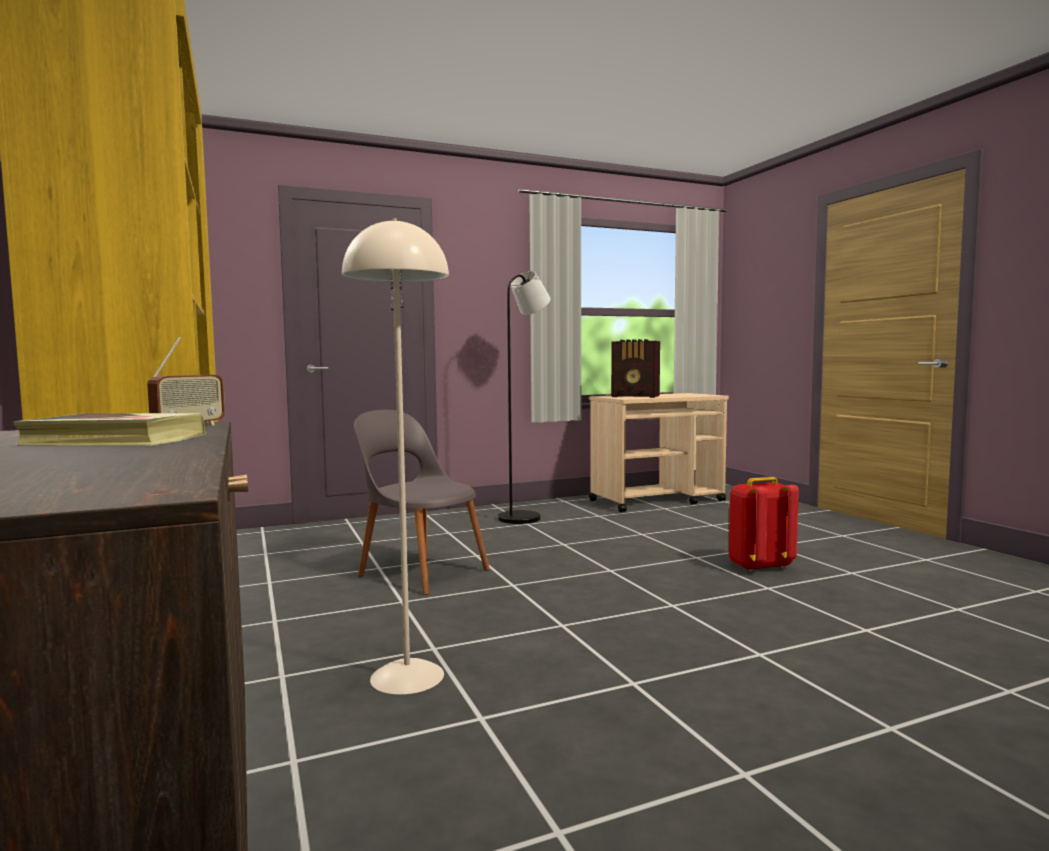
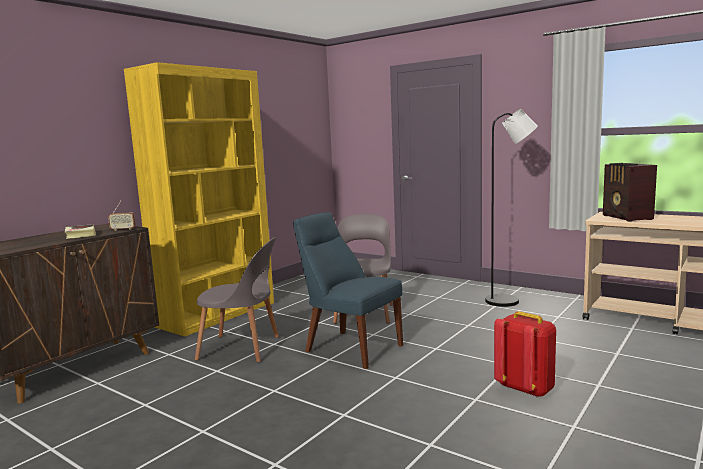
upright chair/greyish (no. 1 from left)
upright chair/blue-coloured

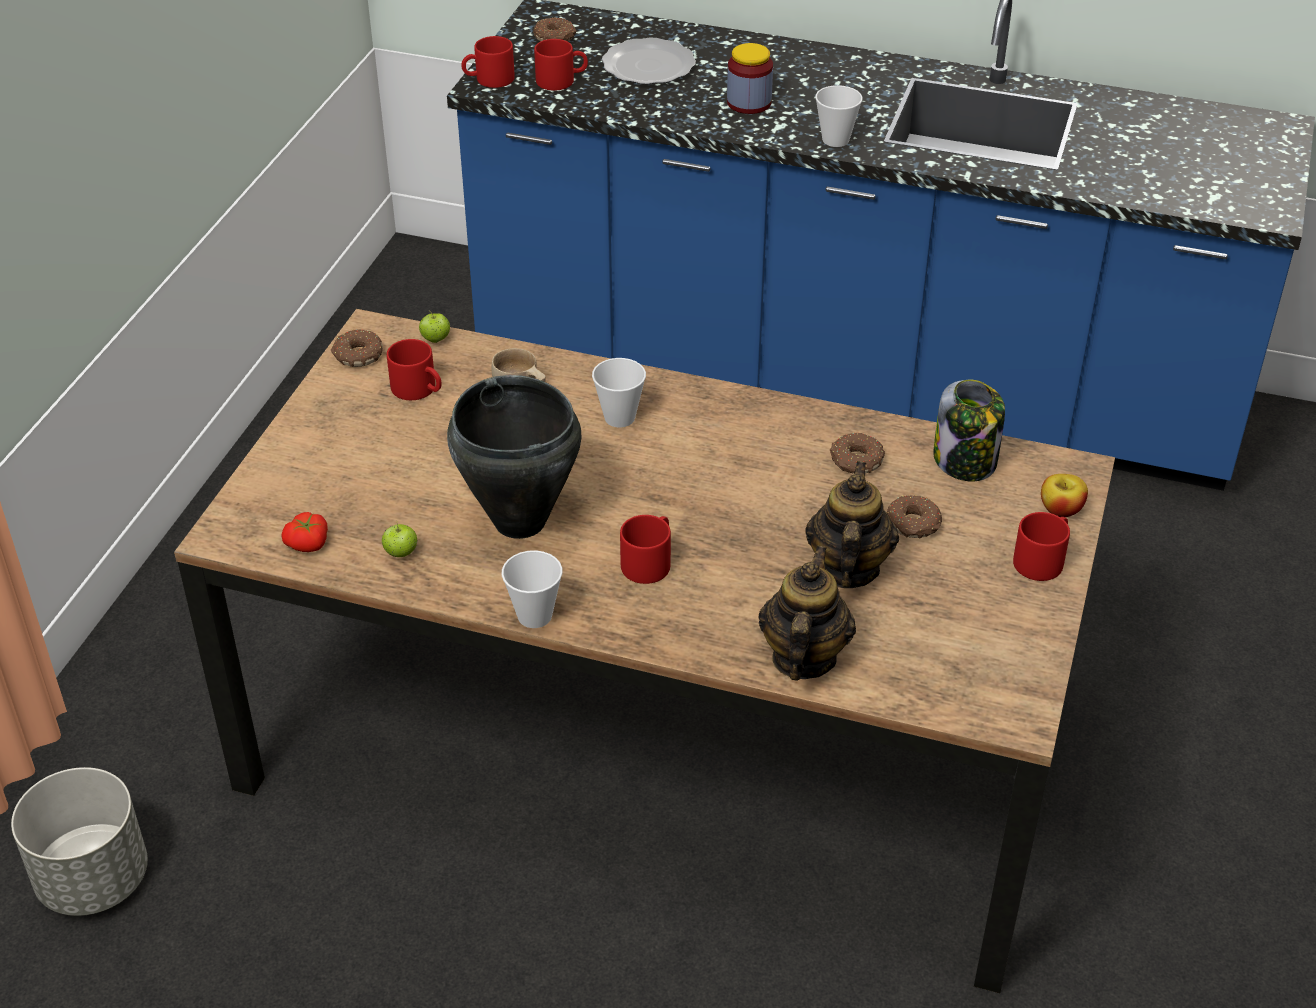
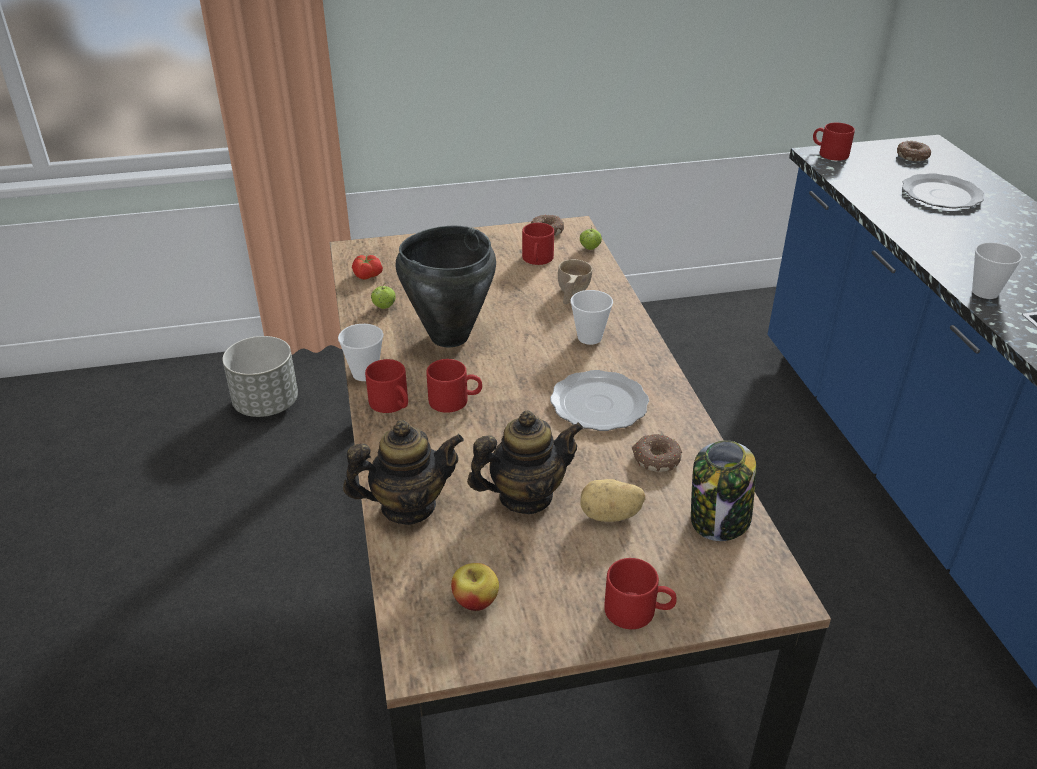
tea mug/reddish (no. 1 from left)
apple (no. 2 from left)
dinner plate (no. 1 from left)
whole potato
storage jar (no. 1 from left in the first image)

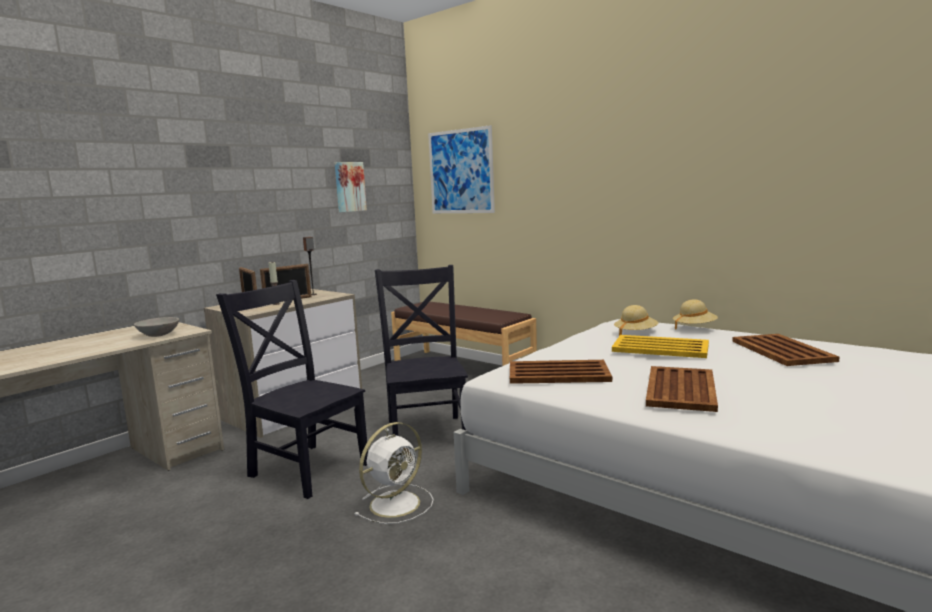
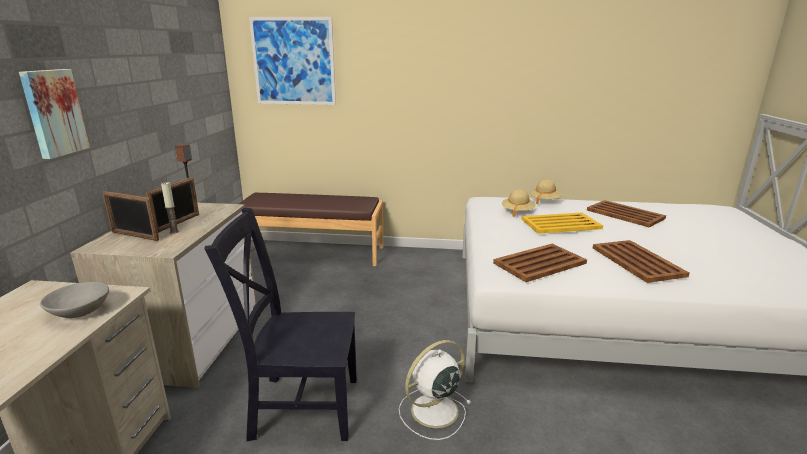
picture (no. 1 from left)
fan/white
upright chair/black-coloured (no. 2 from left in the first image)

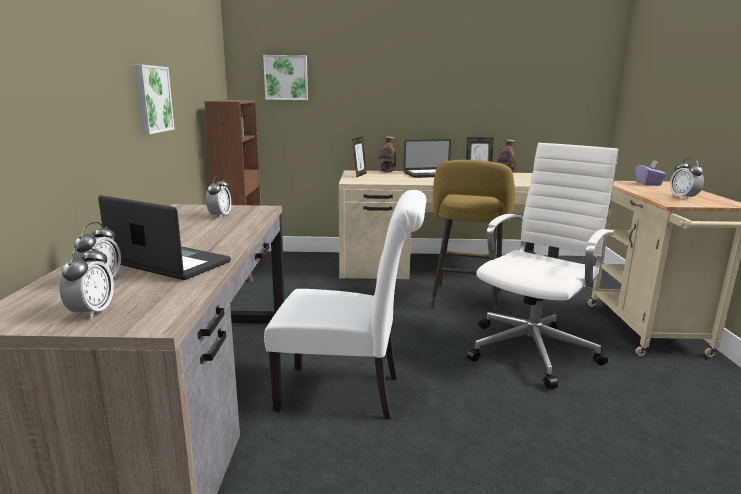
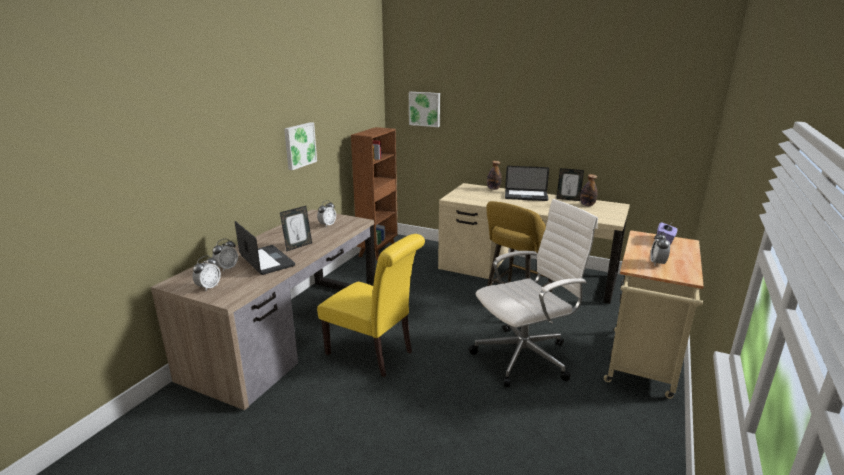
picture frame (no. 1 from left)
upright chair/yellow

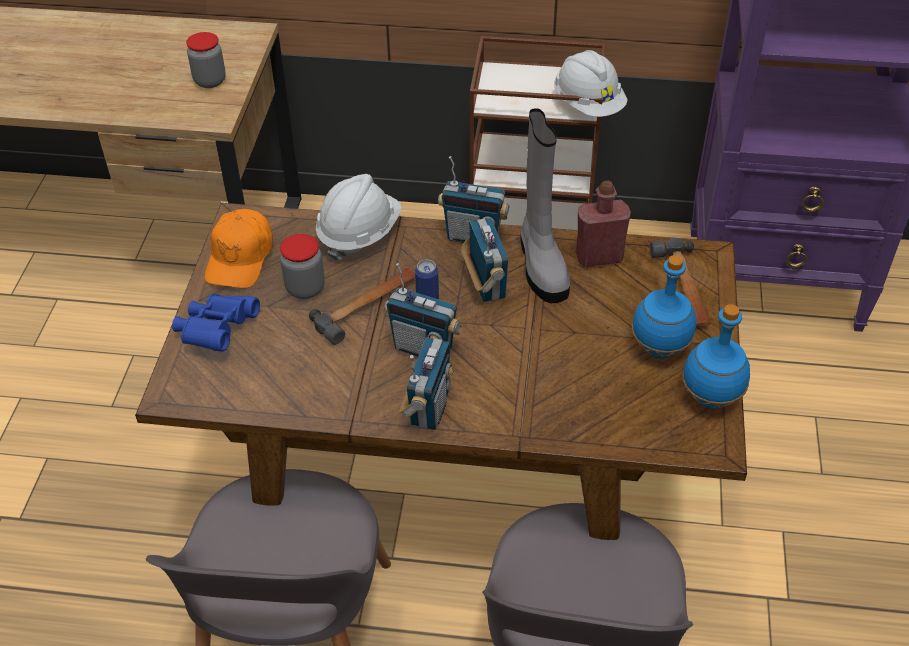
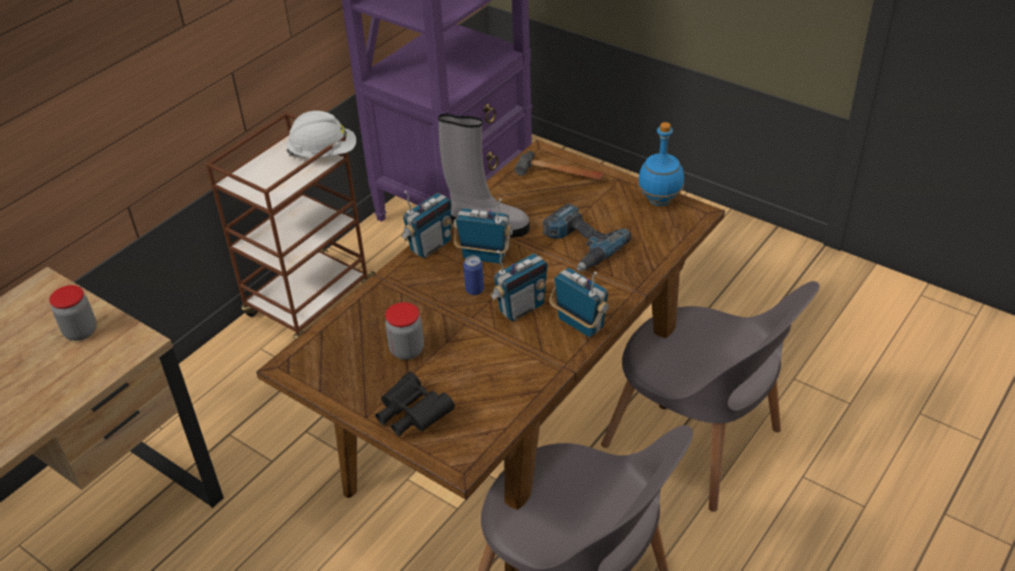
field glasses/black-coloured
electric drill
cap/orange
hand hammer (no. 1 from left in the first image)
safety helmet/white (no. 1 from left in the first image)
bottle/reddish
bottle/blue-coloured (no. 1 from left in the first image)

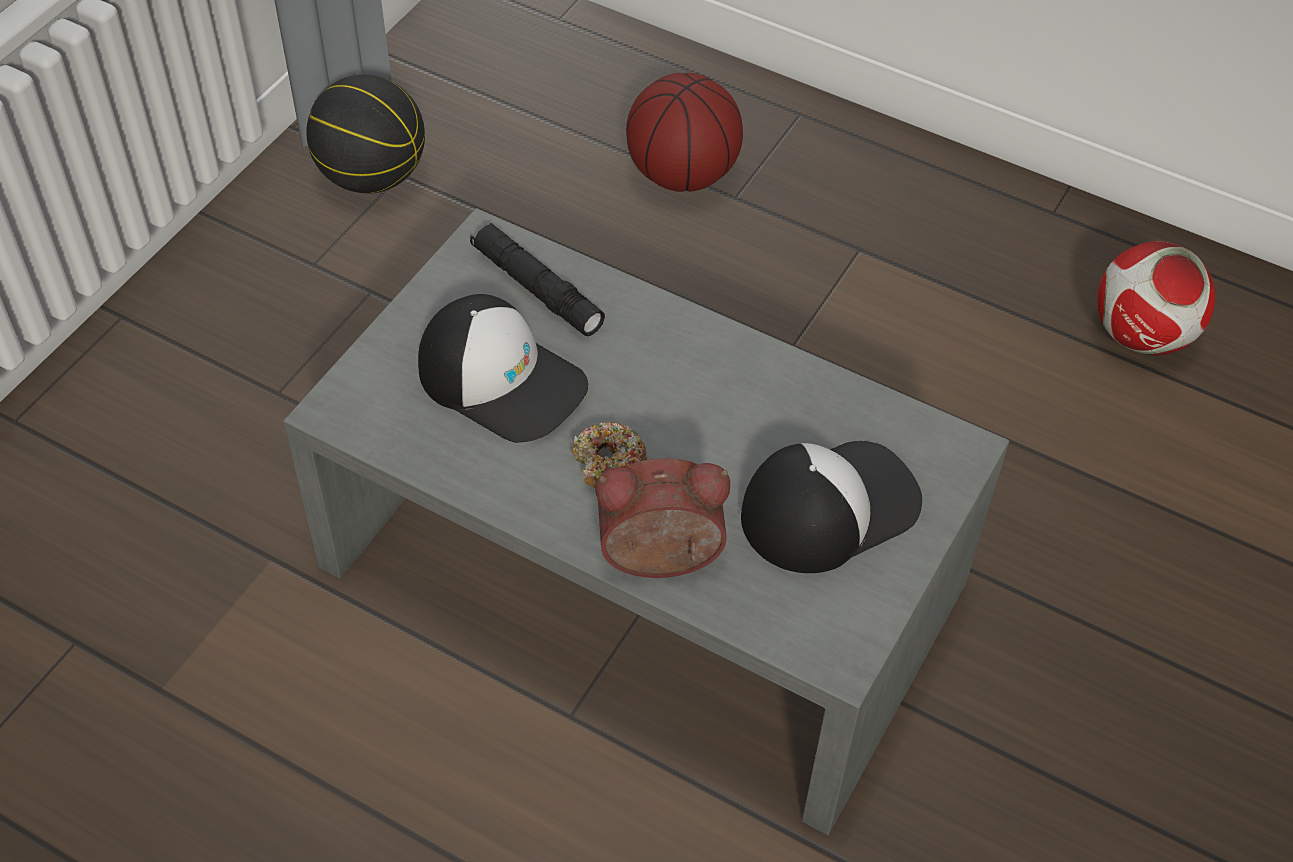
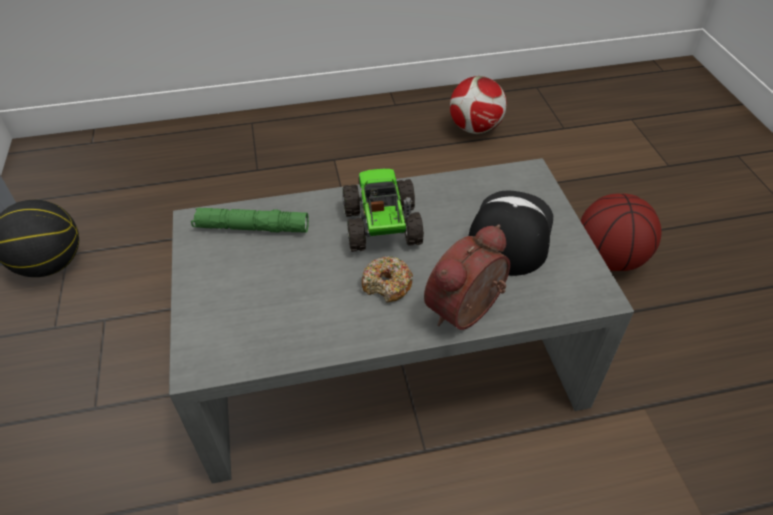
hand torch/green-coloured
toy truck
ball for basketball (no. 2 from left)
cap (no. 1 from left in the first image)

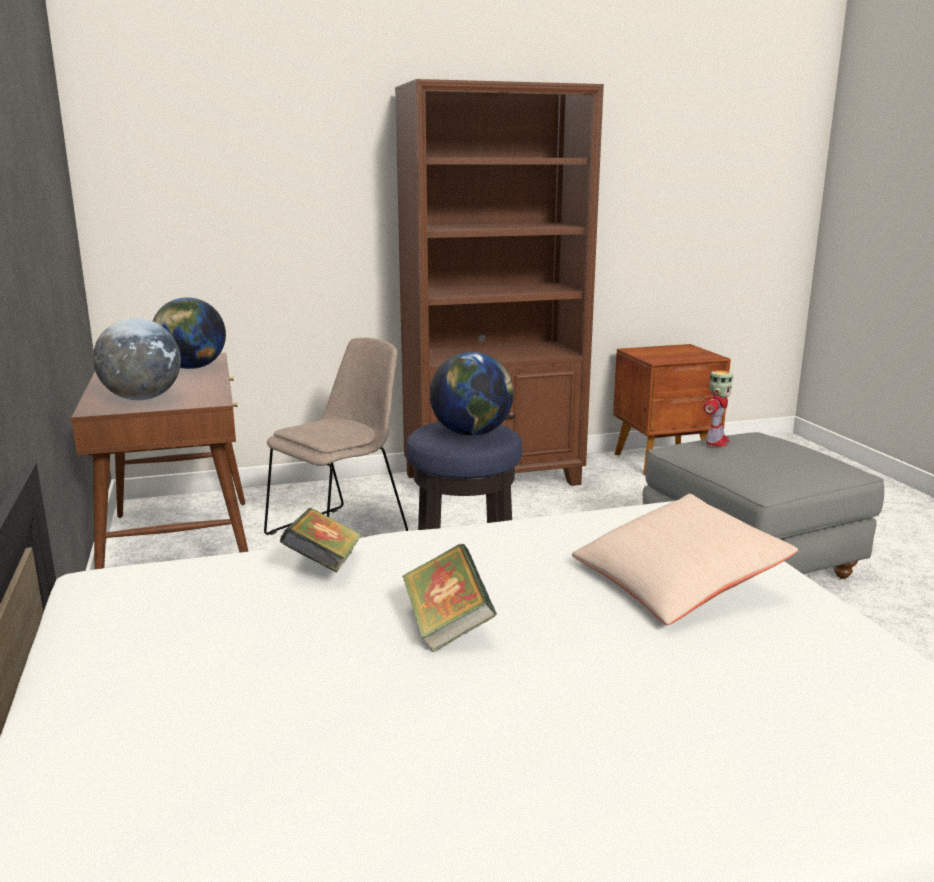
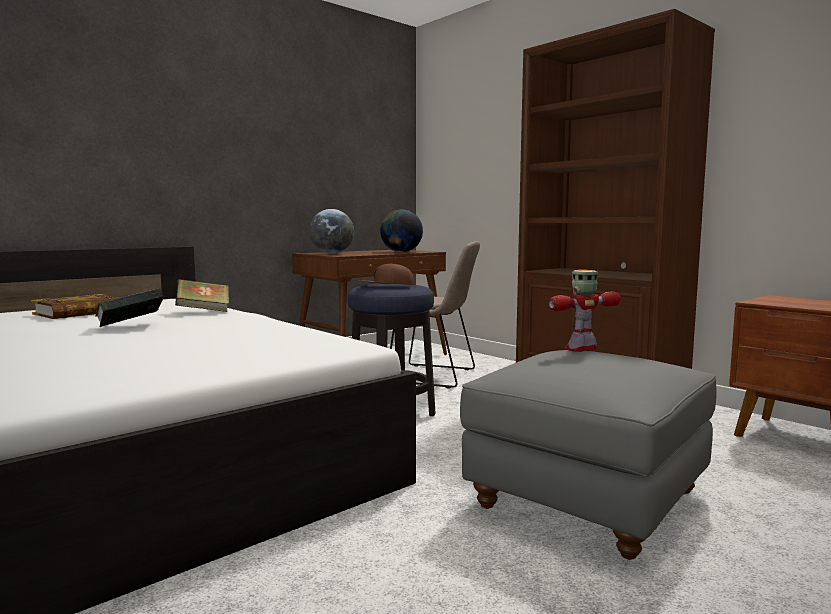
book (no. 1 from left)
cap/brownish
robot figure
cushion/beige-coloured

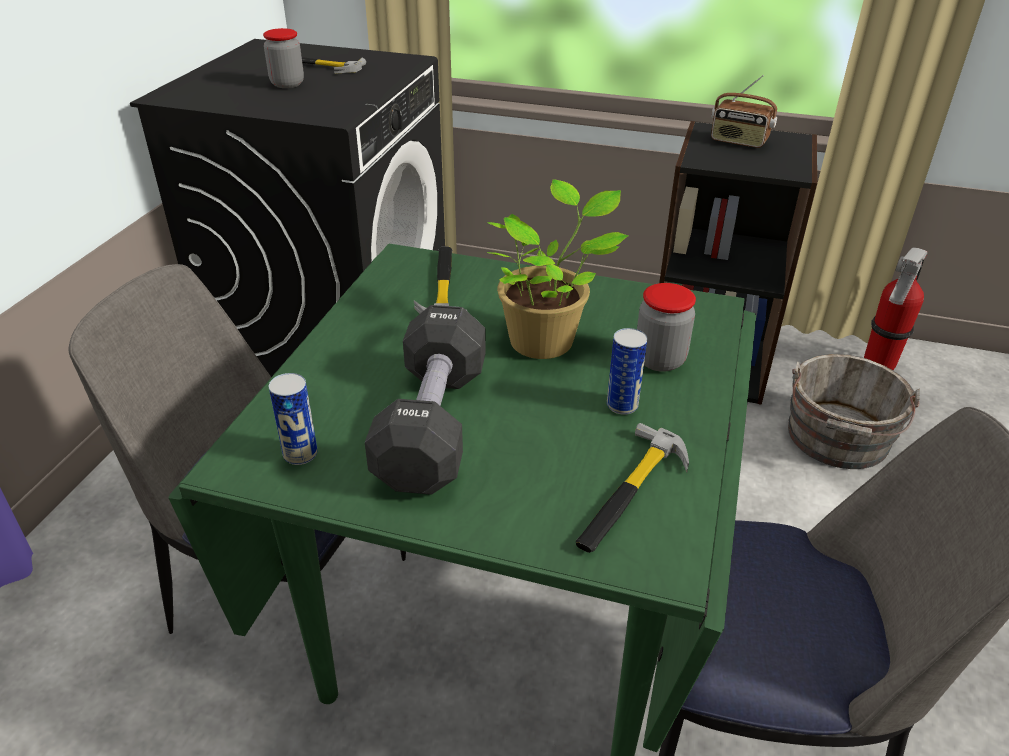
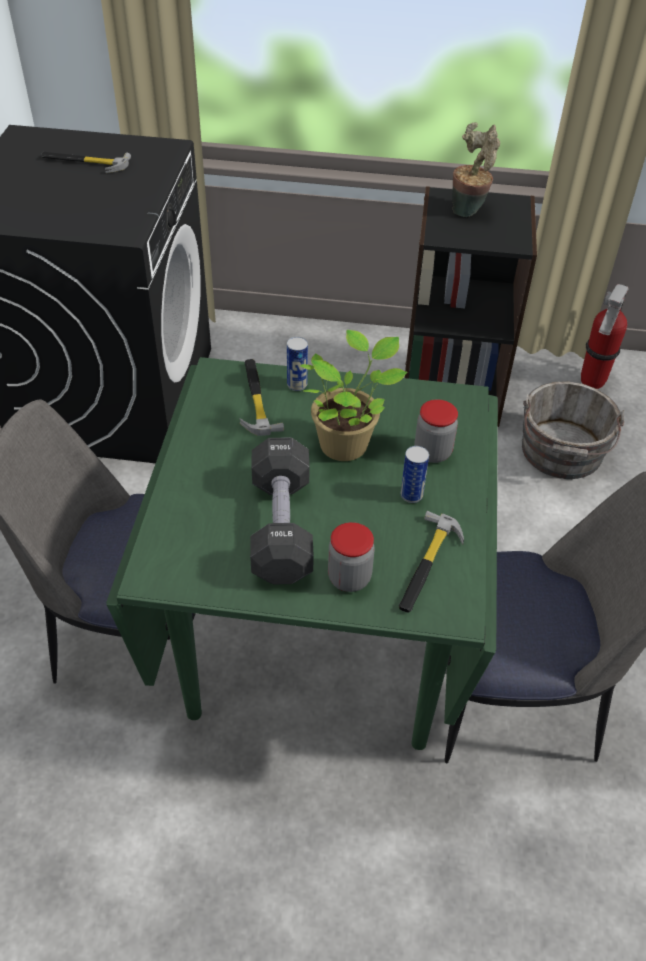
sealed can (no. 1 from left)
storage jar (no. 1 from left)
plant in a pot (no. 2 from left)

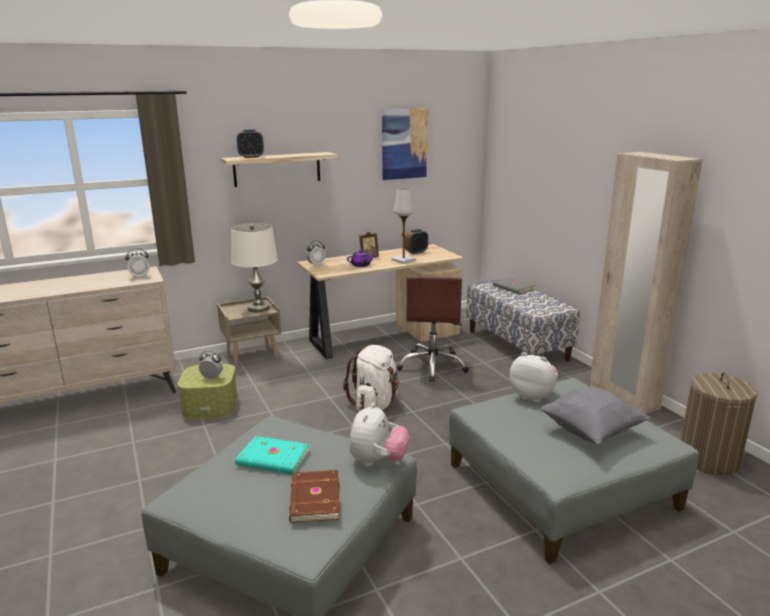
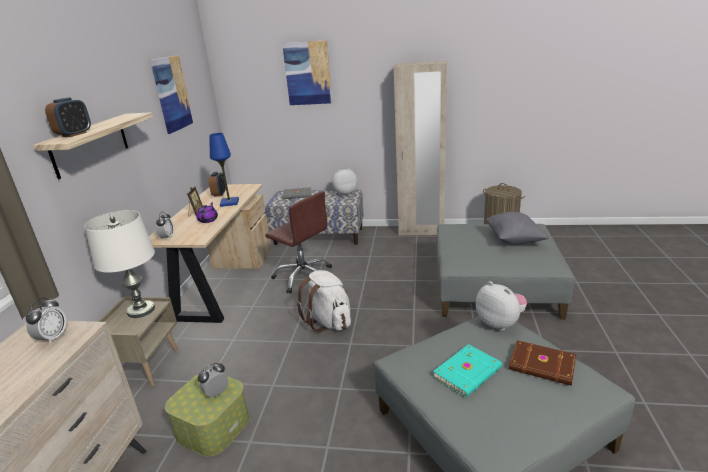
lamp for a table/blue-coloured
picture (no. 2 from left)
cuddly toy (no. 1 from left)

